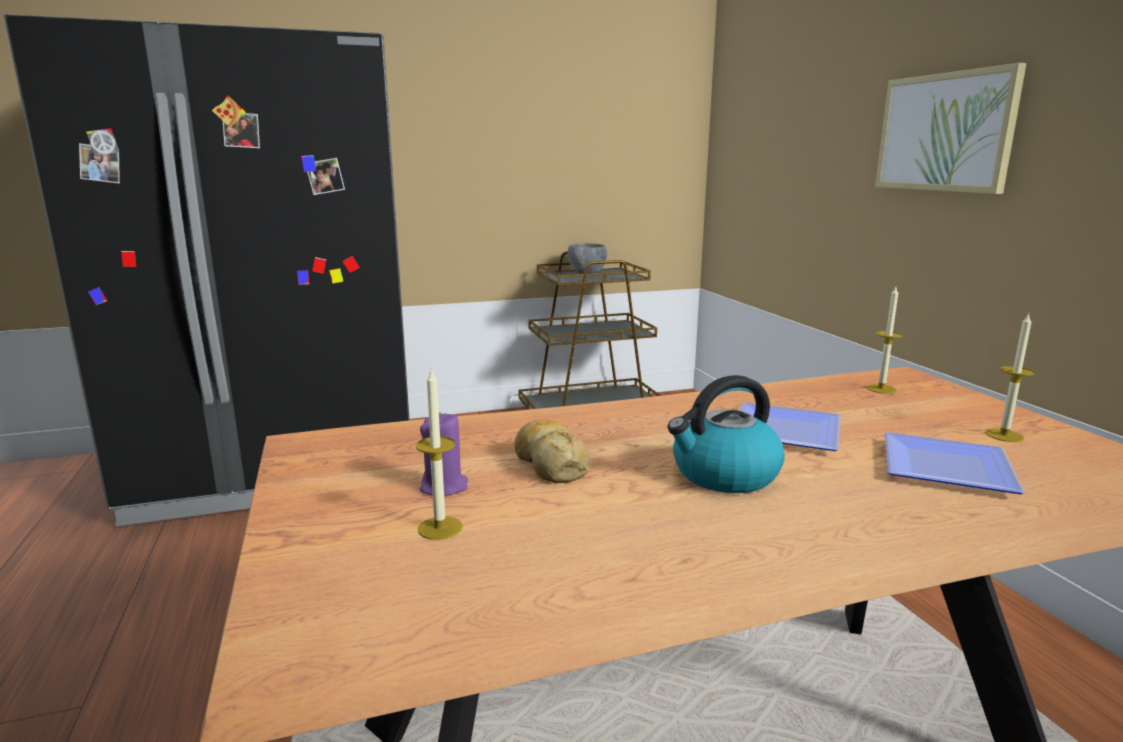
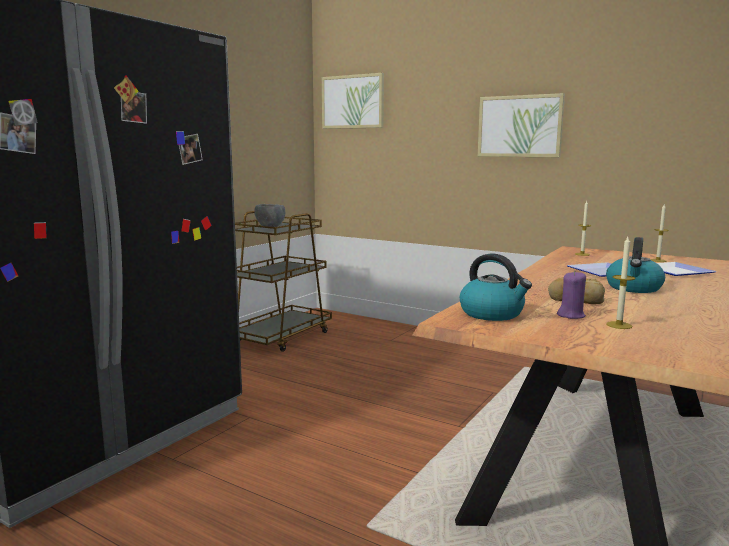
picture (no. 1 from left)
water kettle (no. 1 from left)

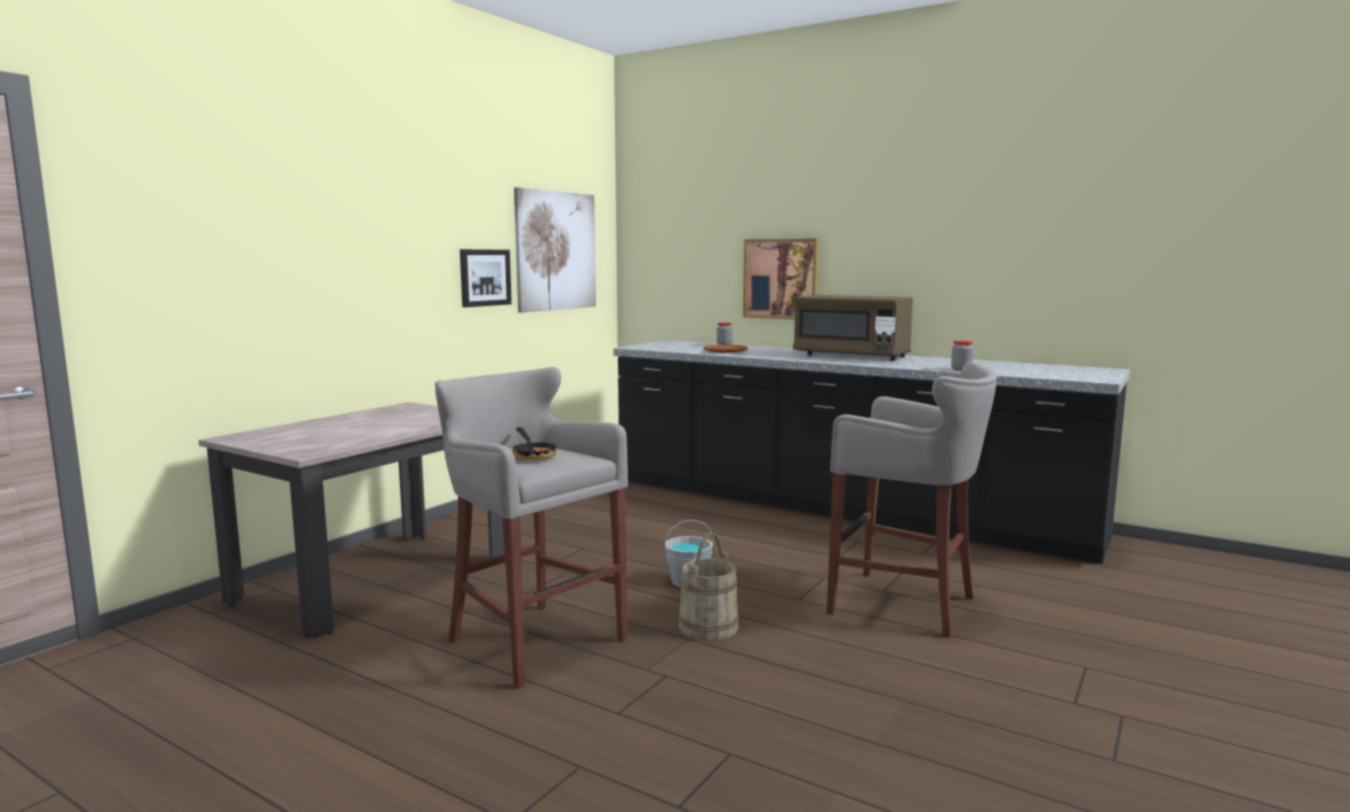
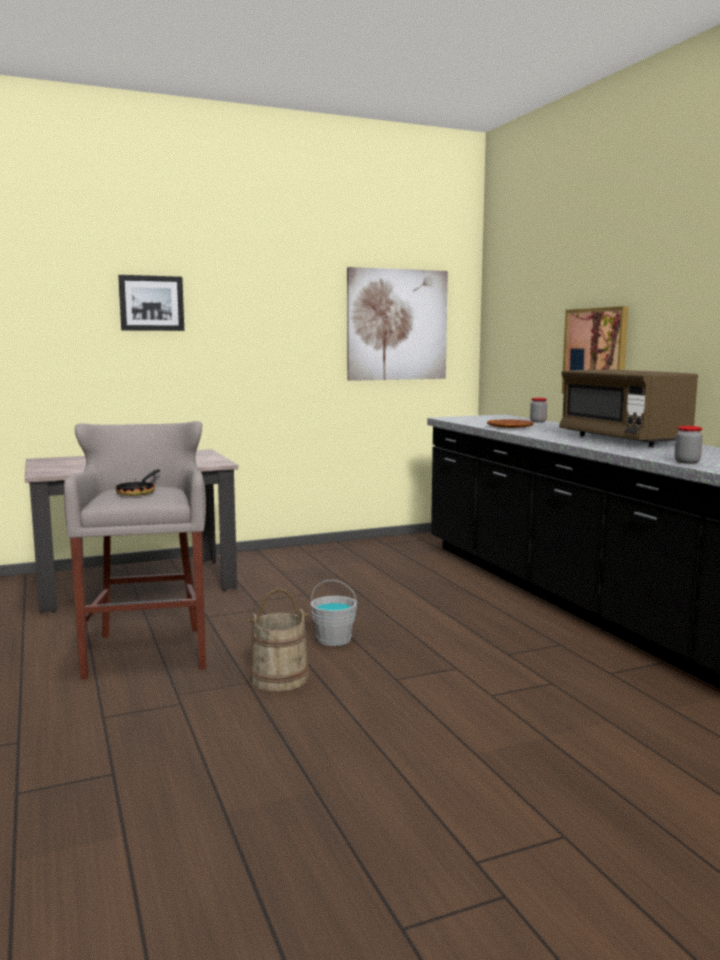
picture (no. 1 from left)
stool seat/greyish (no. 2 from left in the first image)

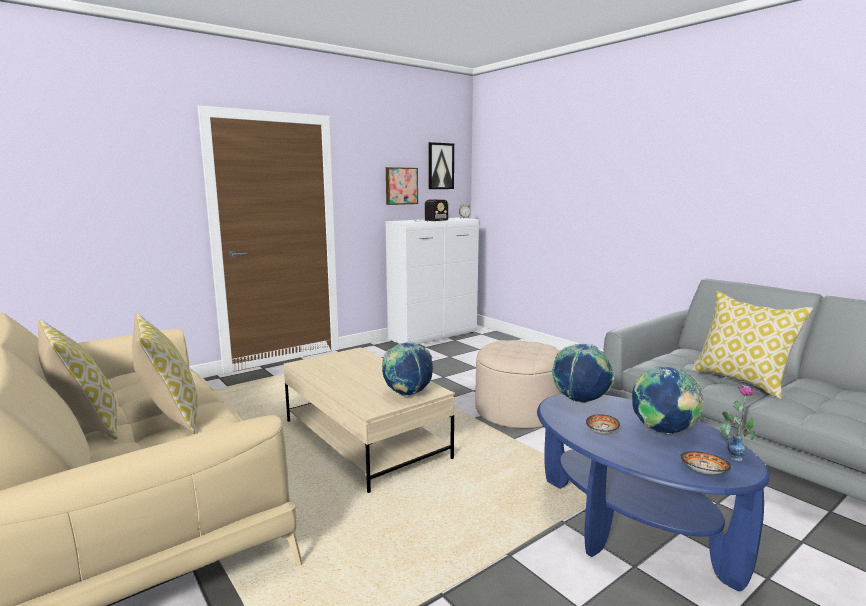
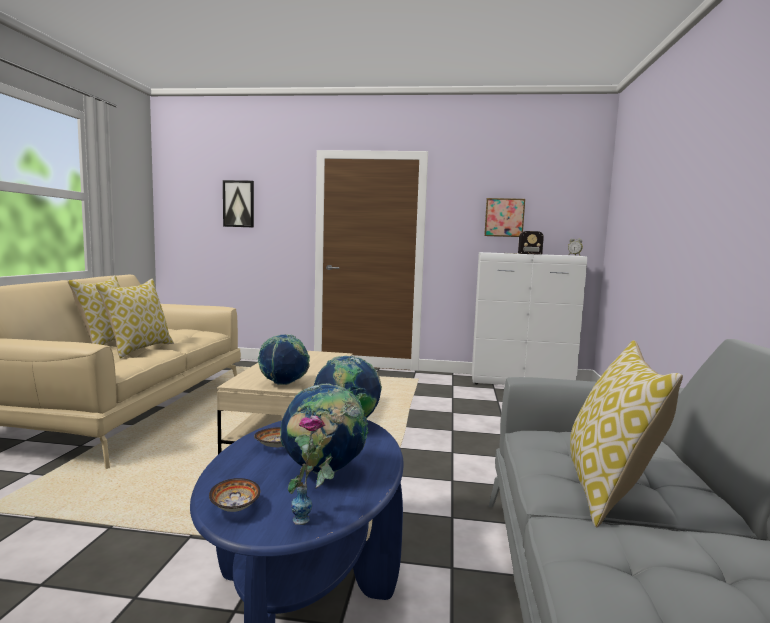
picture (no. 1 from left)
ottoman/beige-coloured

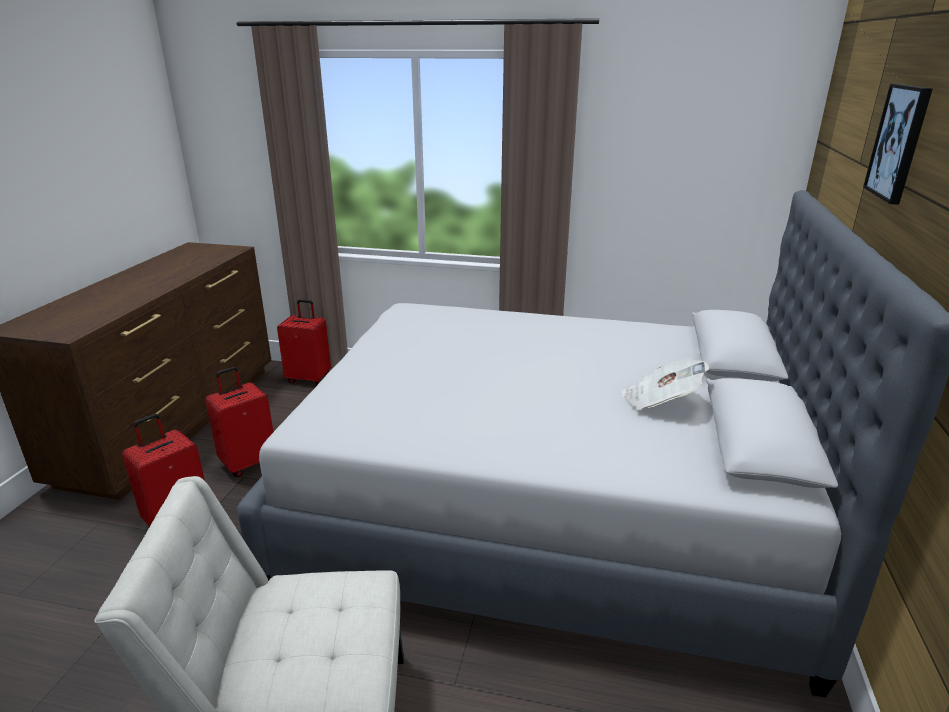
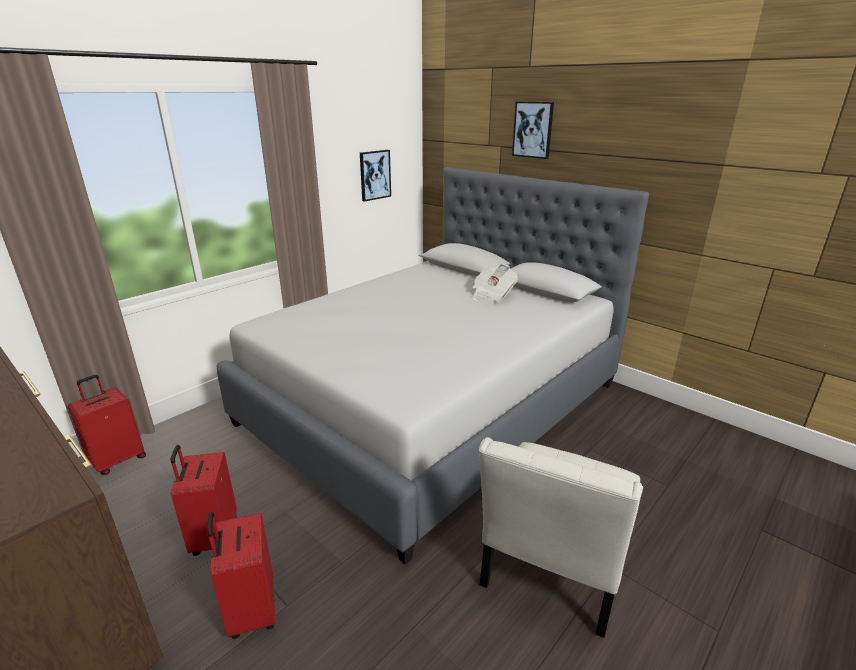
picture (no. 1 from left)

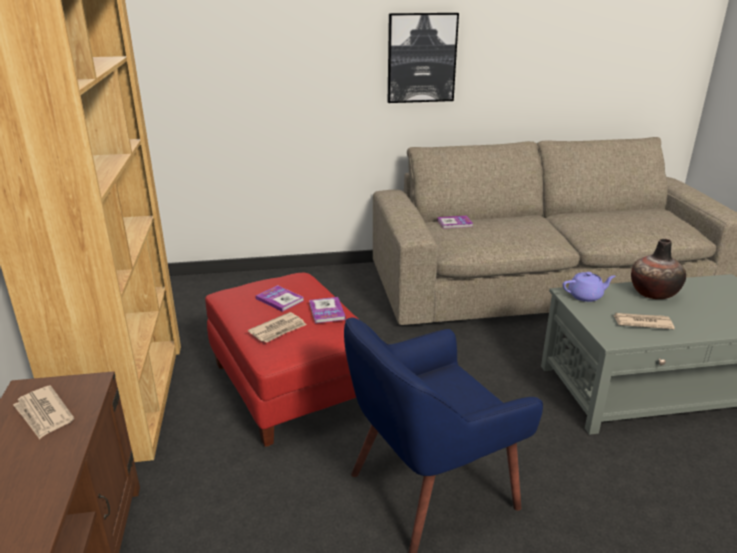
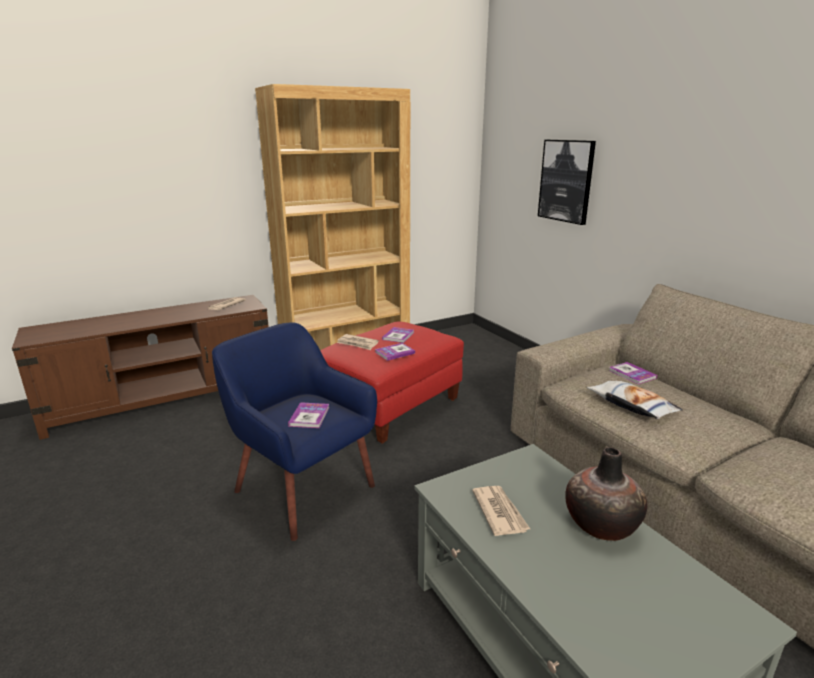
book (no. 1 from left)
picture
cushion
pot for tea/purple-coloured

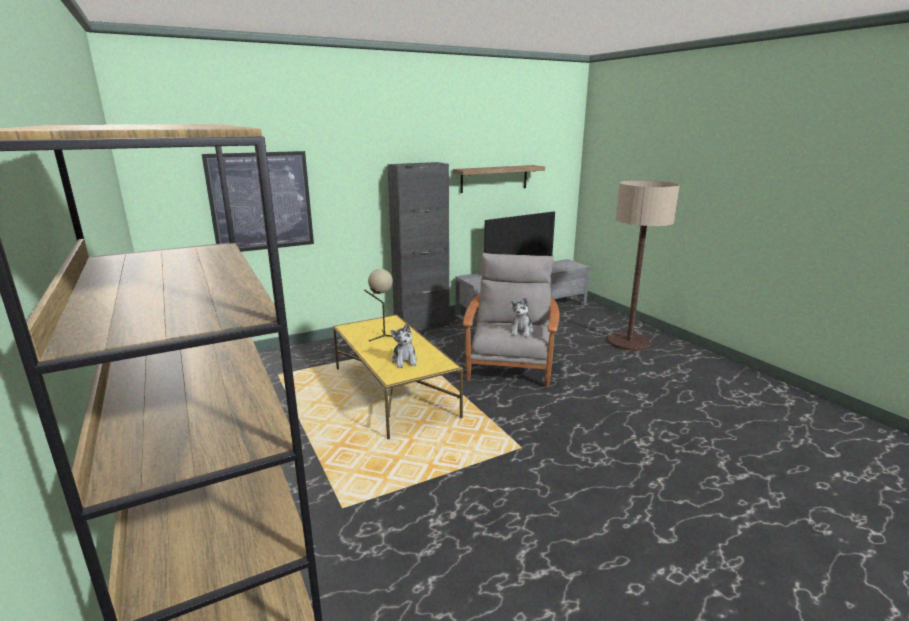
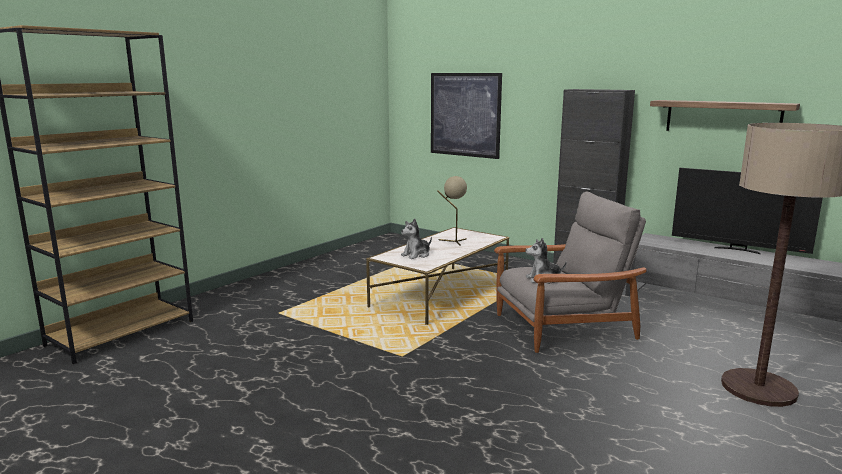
lounge table/white

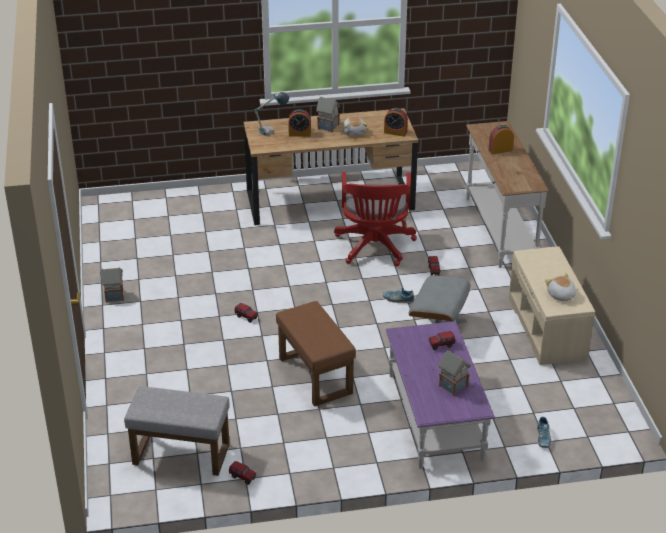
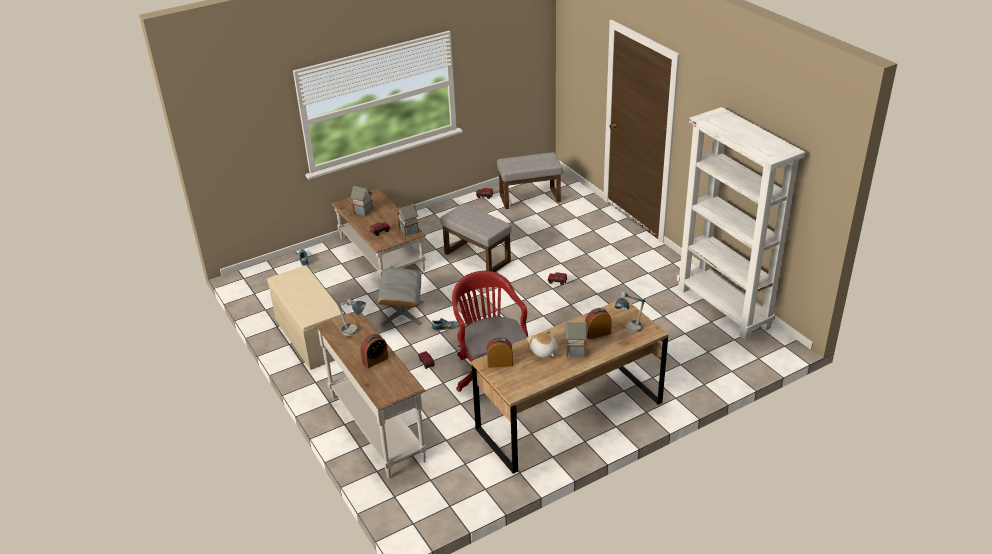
lounge table/brownish
lamp for a table (no. 1 from left)
model house (no. 2 from left)
ottoman/greyish (no. 2 from left)
shelving unit/white
cuddly toy (no. 2 from left in the first image)

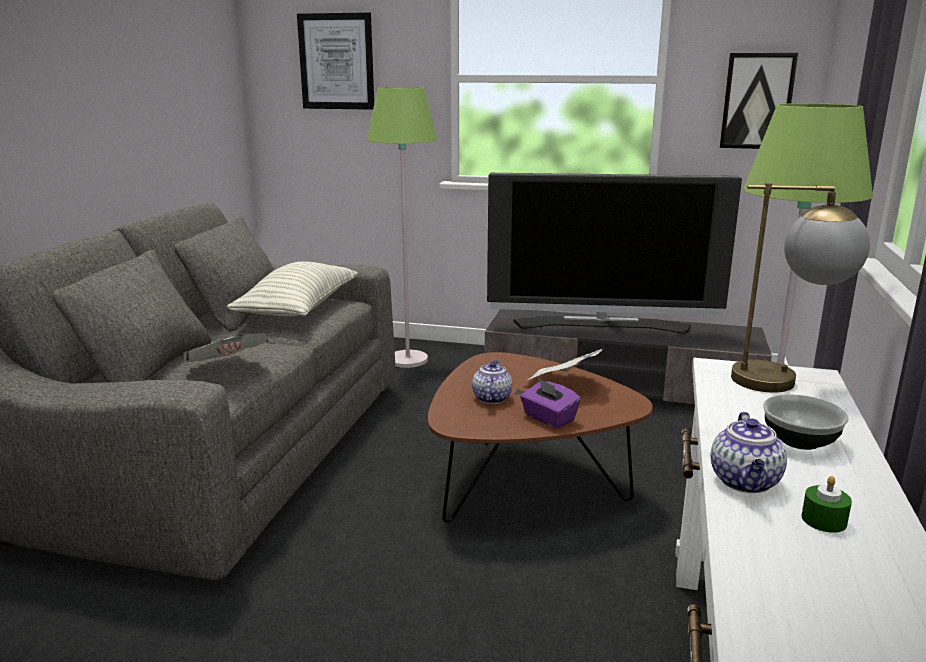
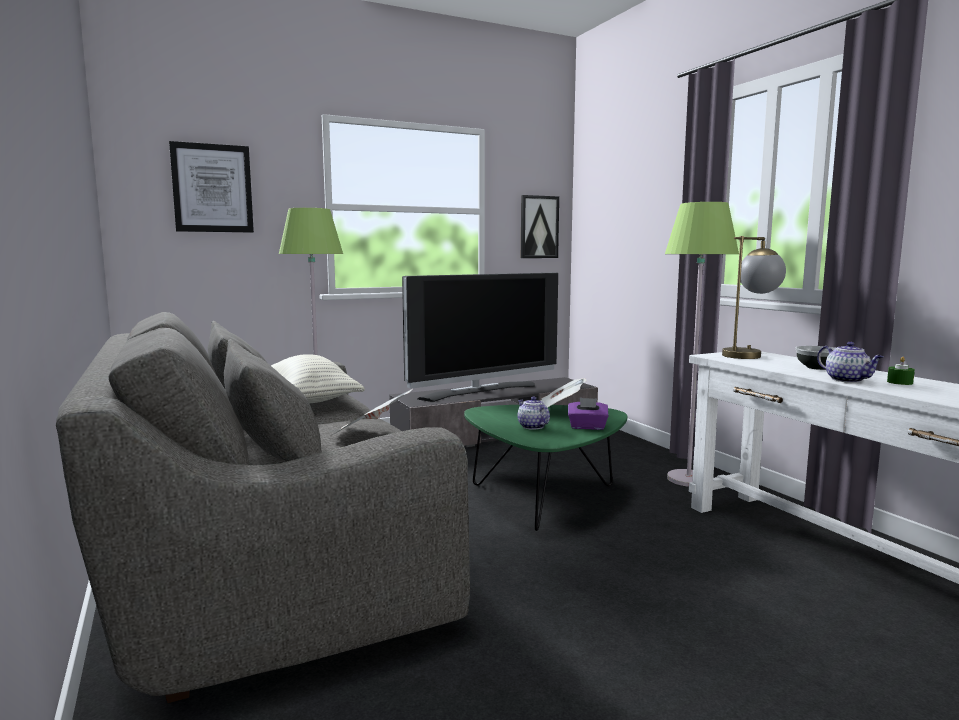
lounge table/green-coloured

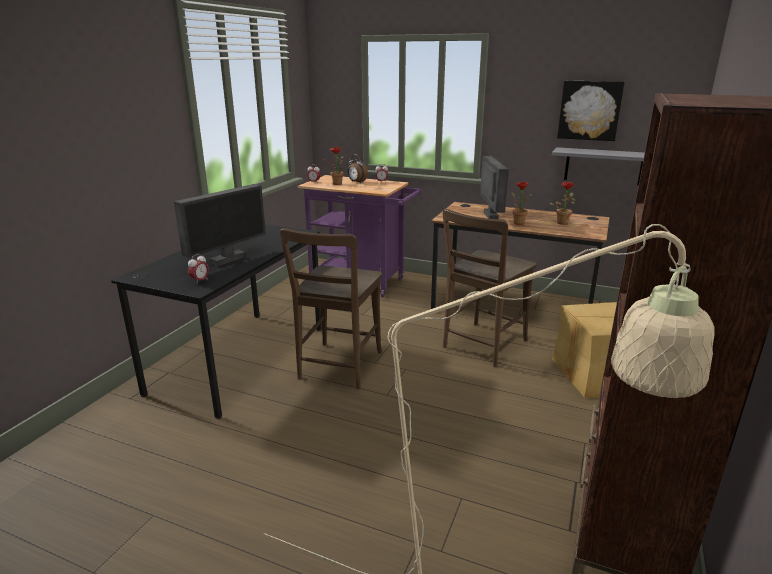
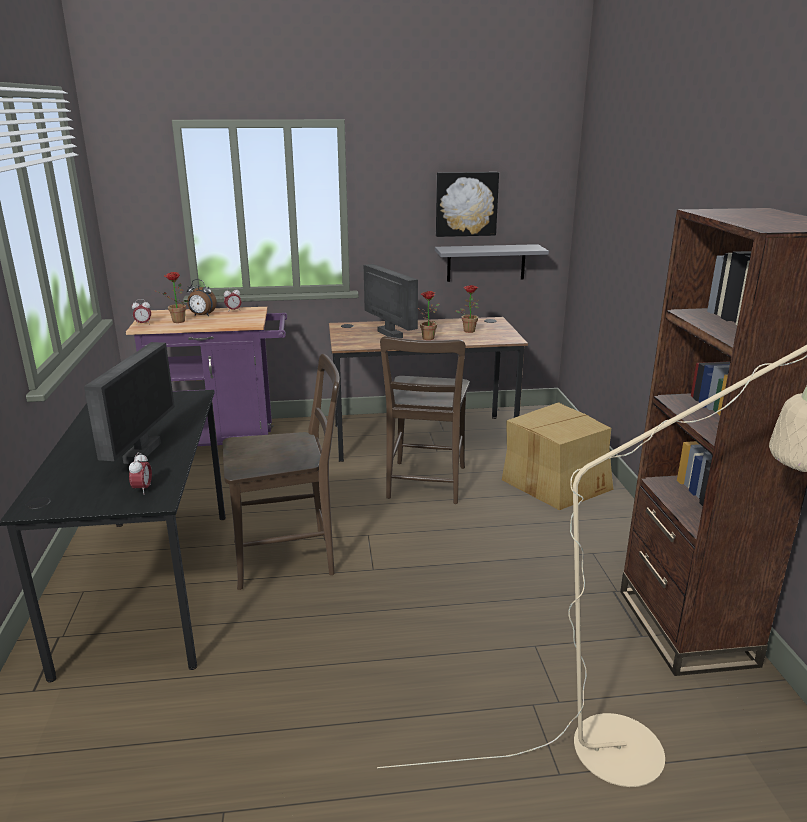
upright chair/brownish (no. 1 from left)

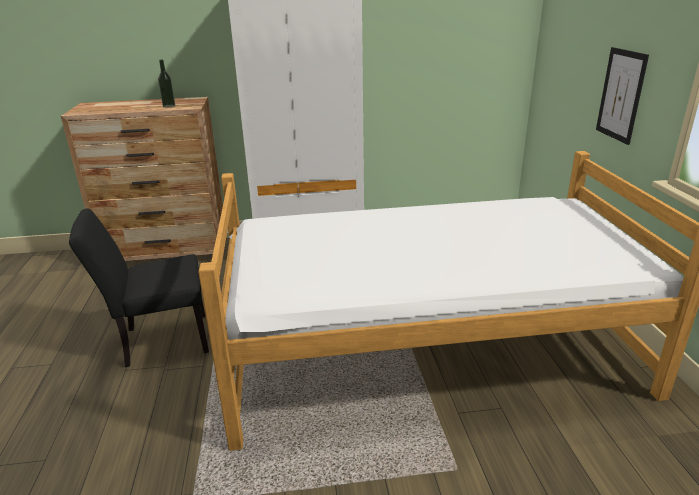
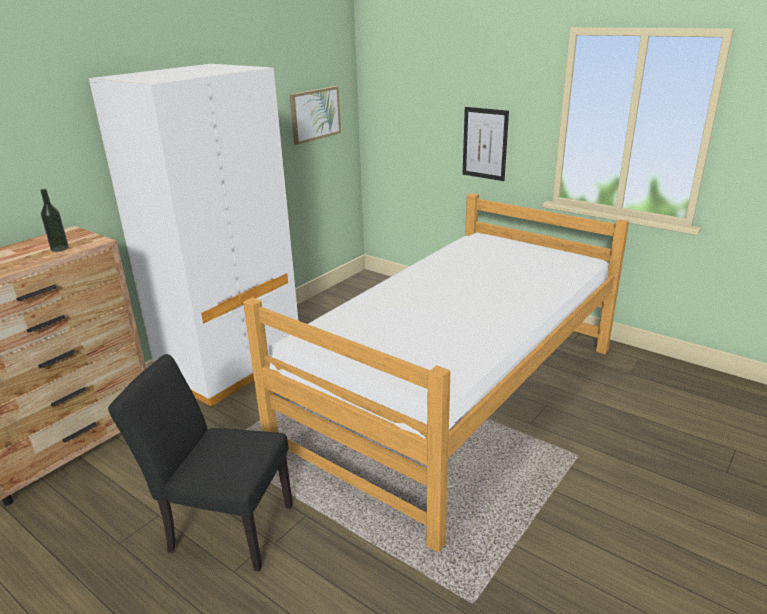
upright chair/black-coloured
picture (no. 1 from left)

